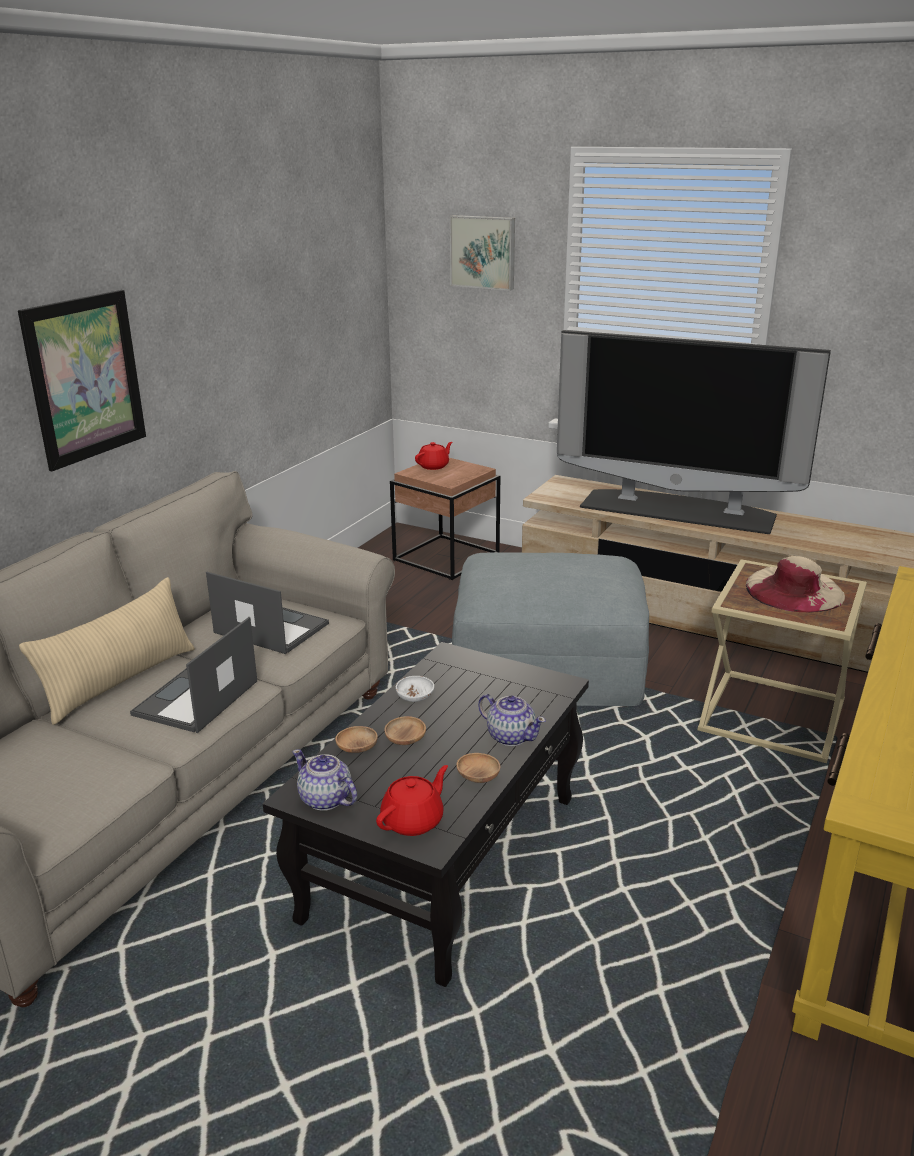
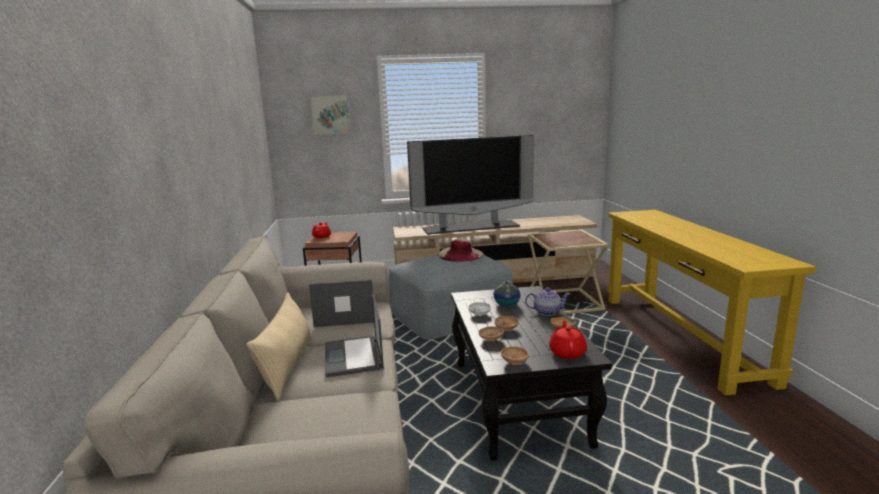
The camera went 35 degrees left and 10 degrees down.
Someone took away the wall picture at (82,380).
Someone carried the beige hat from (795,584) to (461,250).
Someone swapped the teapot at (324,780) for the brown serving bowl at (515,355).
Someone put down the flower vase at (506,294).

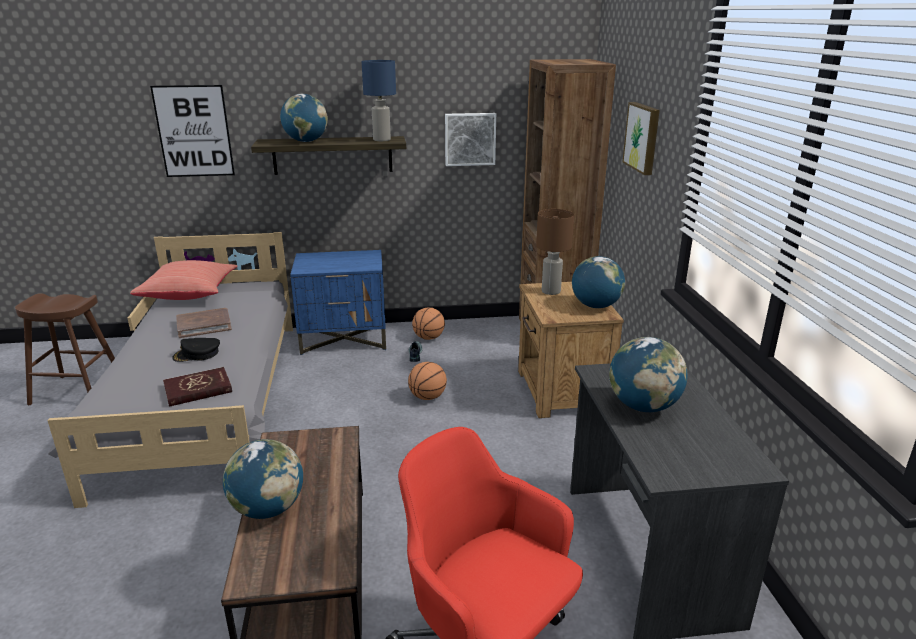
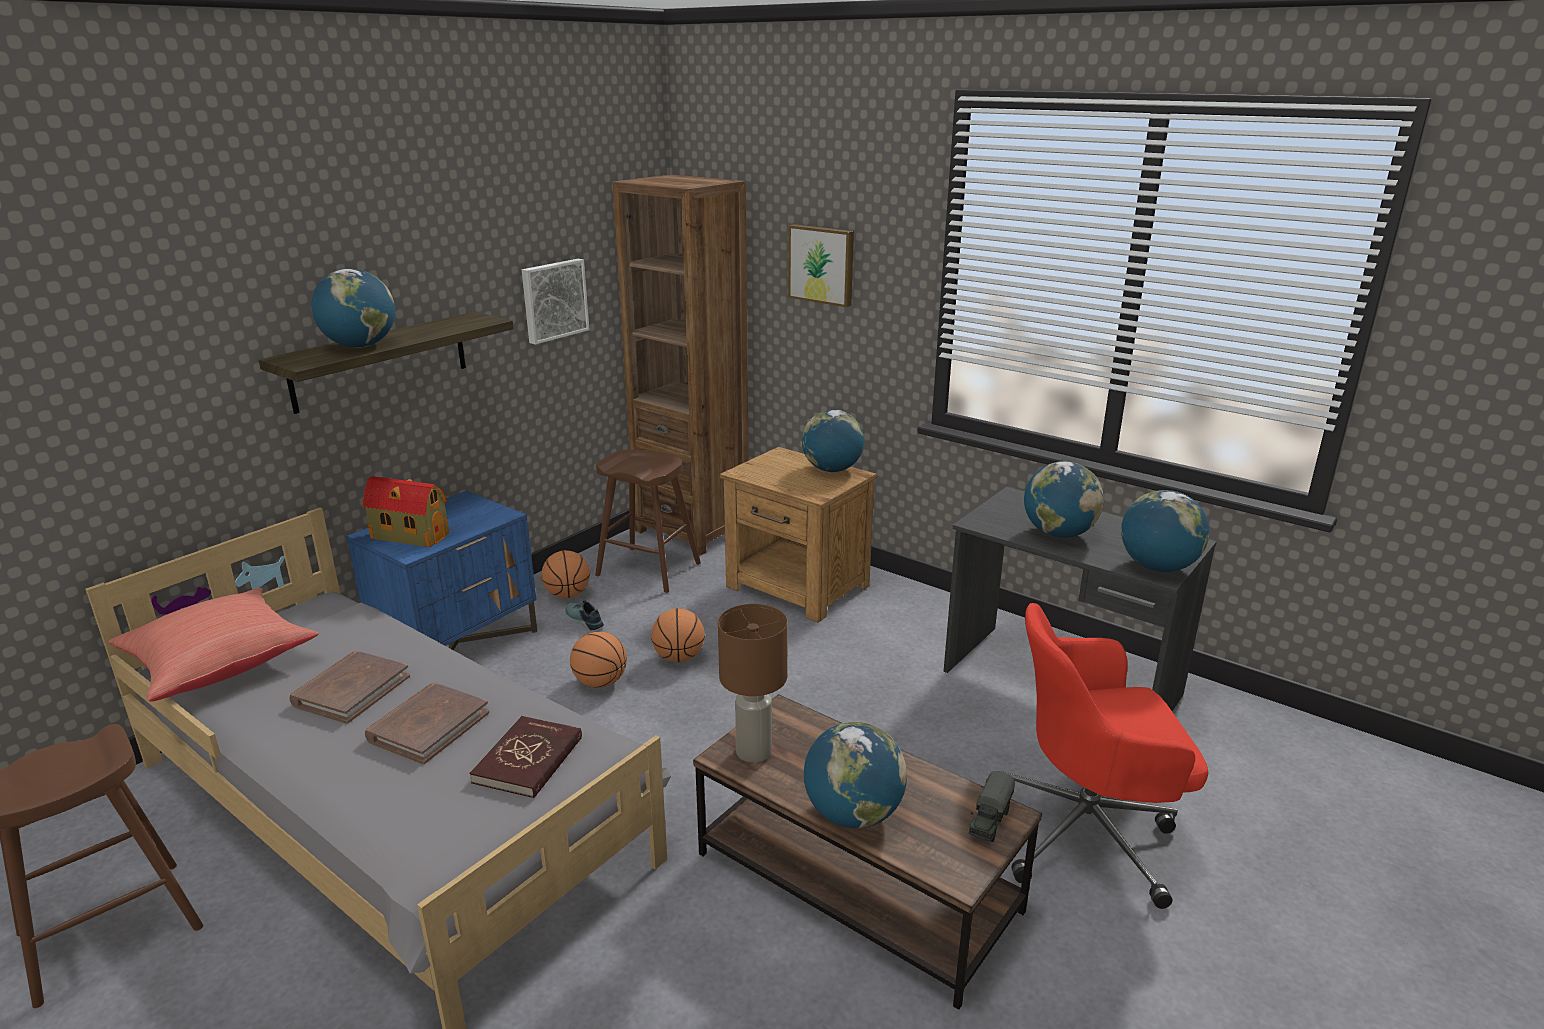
The camera went 45 degrees left and 0 degrees up.
Someone took away the bluish tabletop lamp at (379,100).
Someone took away the wall picture at (192,131).
Someone carried the brown tabletop lamp from (555,252) to (753,683).
Someone swapped the black-coloured cap at (196,350) for the brown book at (427,723).
Someone put down the brown sitting stool at (648,521).
Someone put down the toy house at (406,511).
Someone put down the globe at (1165,531).
Someone put down the ball for basketball at (598,660).
Someone put down the toy truck at (992,806).

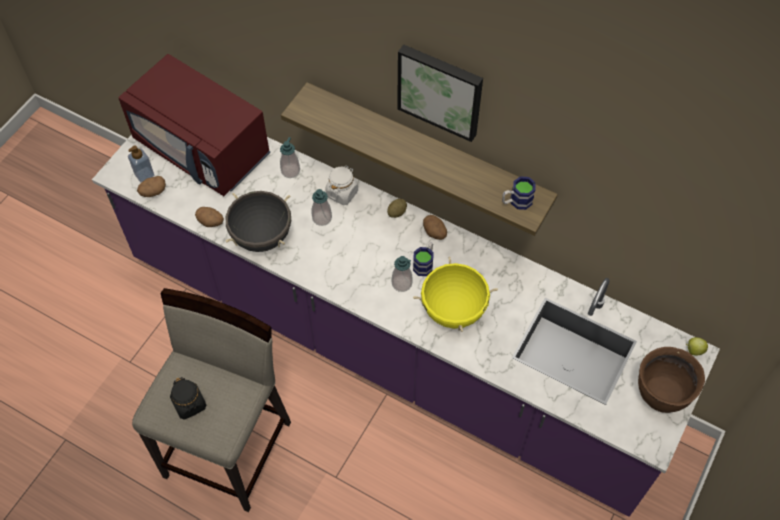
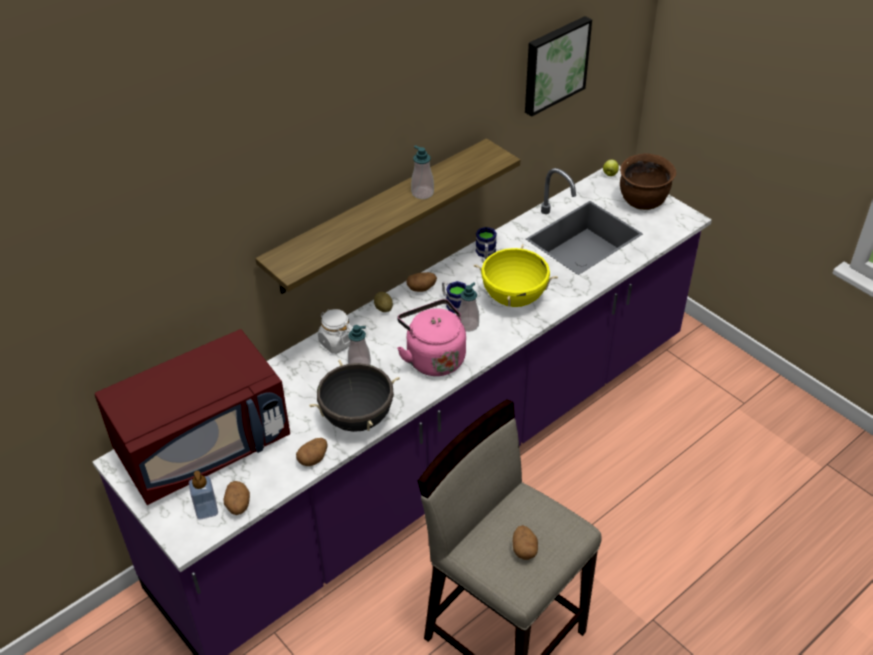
The camera went 70 degrees left and 15 degrees down.
Someone carried the wall picture from (440,93) to (558,66).
Someone carried the soap bottle from (290,157) to (422,172).
Someone carried the coffee mug from (519,193) to (486,243).
Someone swapped the black-coloured storage jar at (188,398) for the whole potato at (525,542).
Someone put down the pink-coloured tea kettle at (431,337).

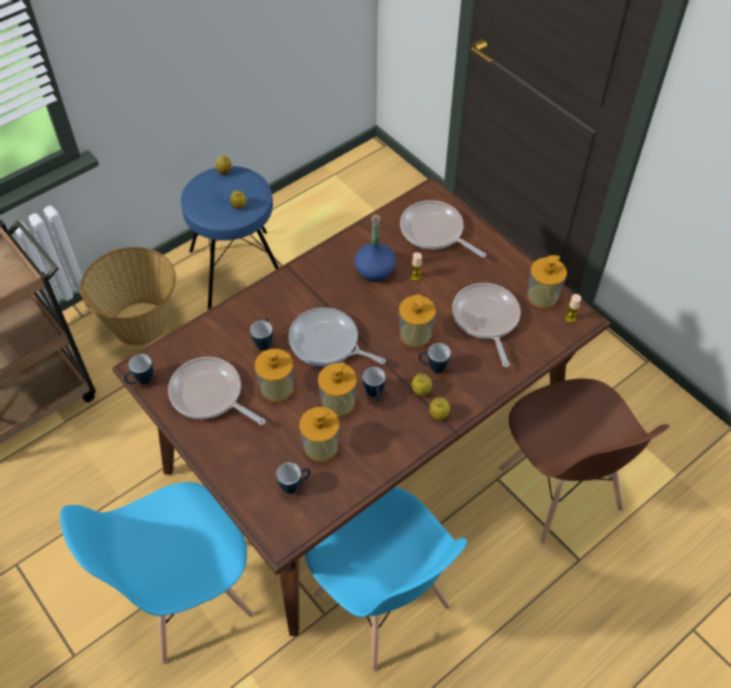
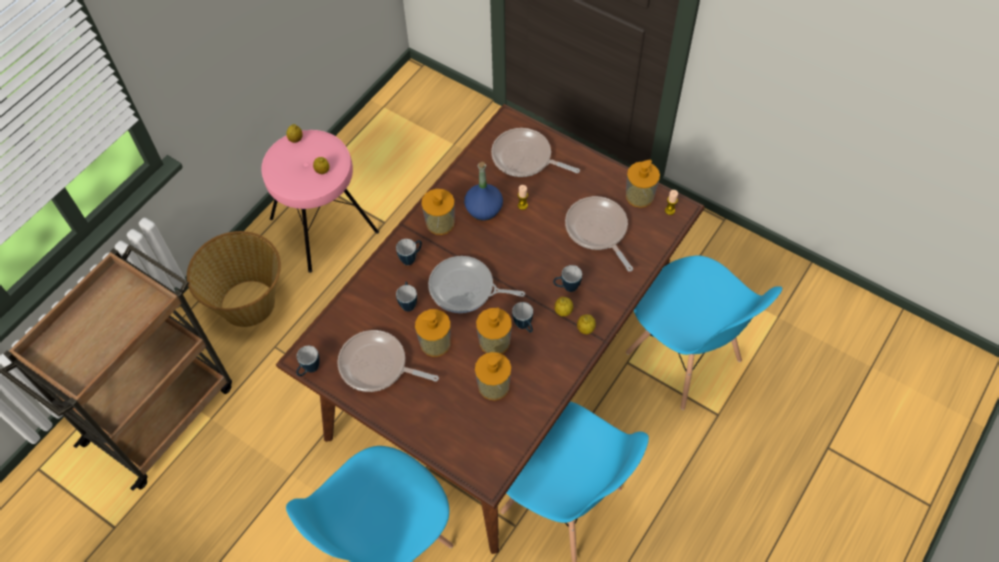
The camera went 15 degrees left and 5 degrees up.
Someone repainted the bluish sitting stool at (230,238), which became the pink-coloured sitting stool at (320,201).
Someone carried the soap bottle from (417,320) to (438,212).
Someone repainted the brown chair at (584,461), which became the bluish chair at (704,333).
Someone carried the coffee mug from (293,478) to (409,252).

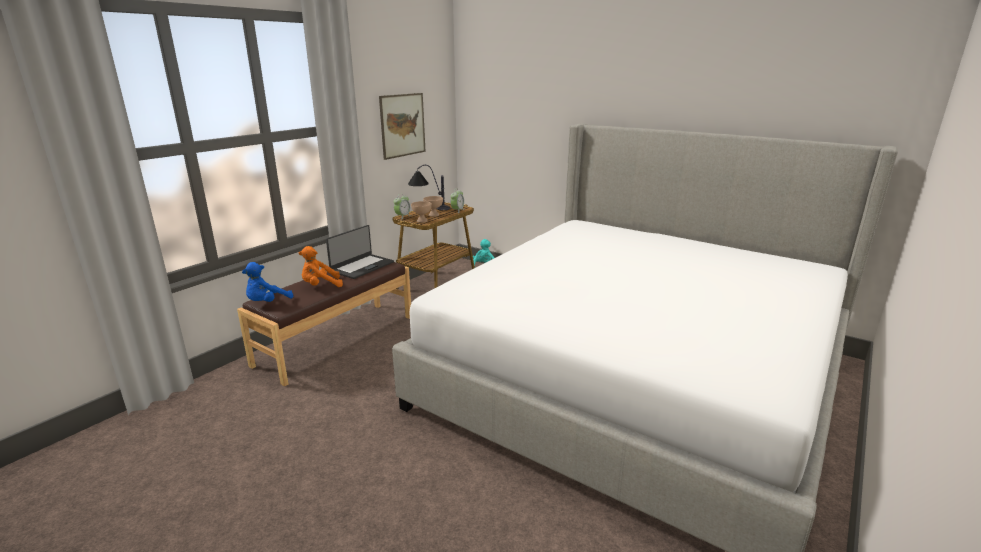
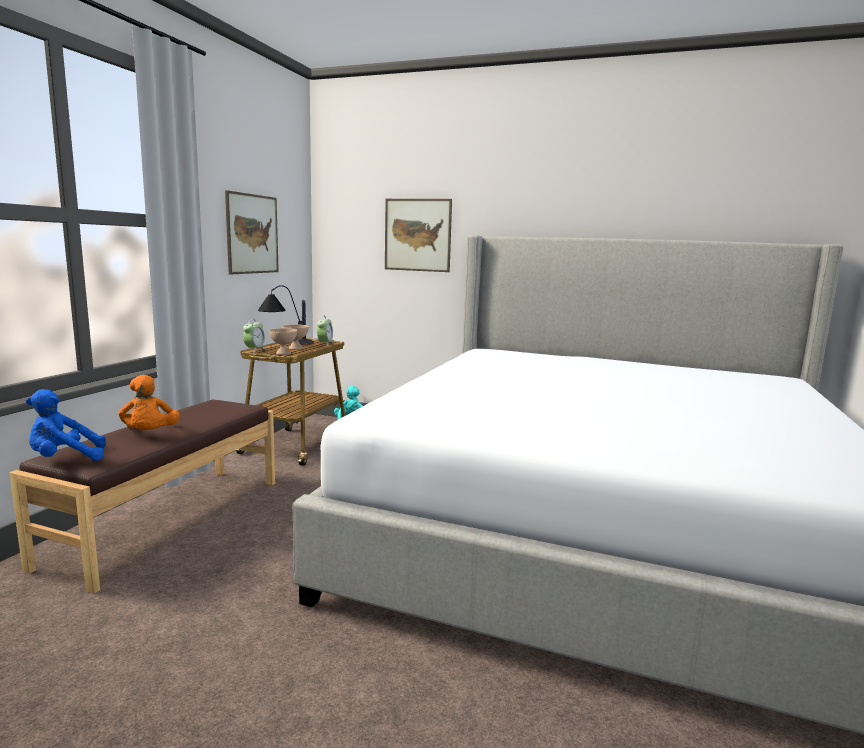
The camera went 15 degrees left and 10 degrees down.
Someone took away the laptop at (360,252).
Someone rotated the orangey soft toy at (321,266) by 75 degrees counterclockwise.
Someone rotated the bluish soft toy at (267,282) by 45 degrees clockwise.
Someone put up the wall picture at (418,235).

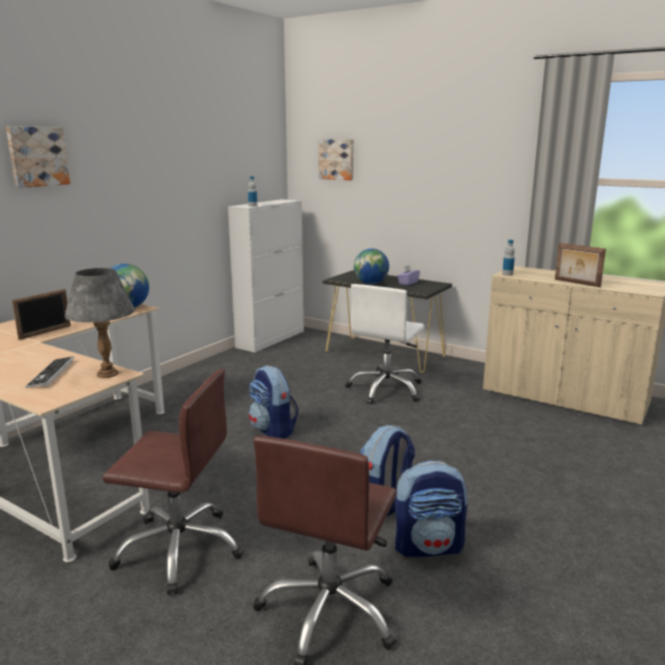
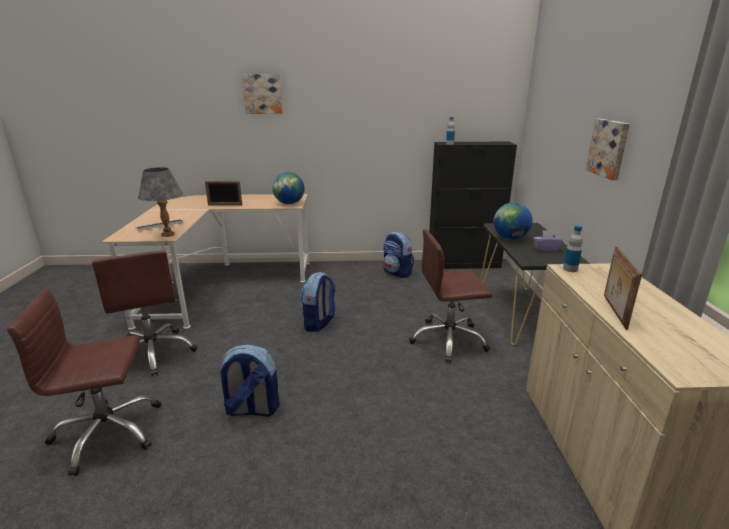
The camera went 55 degrees right and 5 degrees up.
Someone carried the wall picture from (336,159) to (608,149).
Someone repainted the white-coloured cabinet at (266,276), which became the black-coloured cabinet at (473,205).
Someone repainted the white-coloured computer chair at (385,344), which became the brown computer chair at (450,296).
Someone carried the rucksack from (431,508) to (398,254).

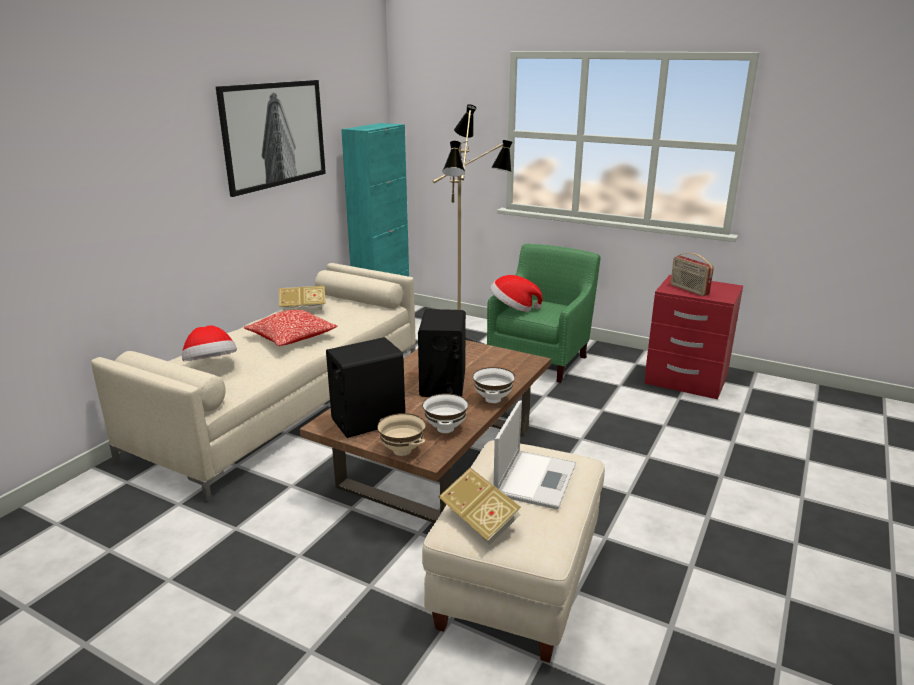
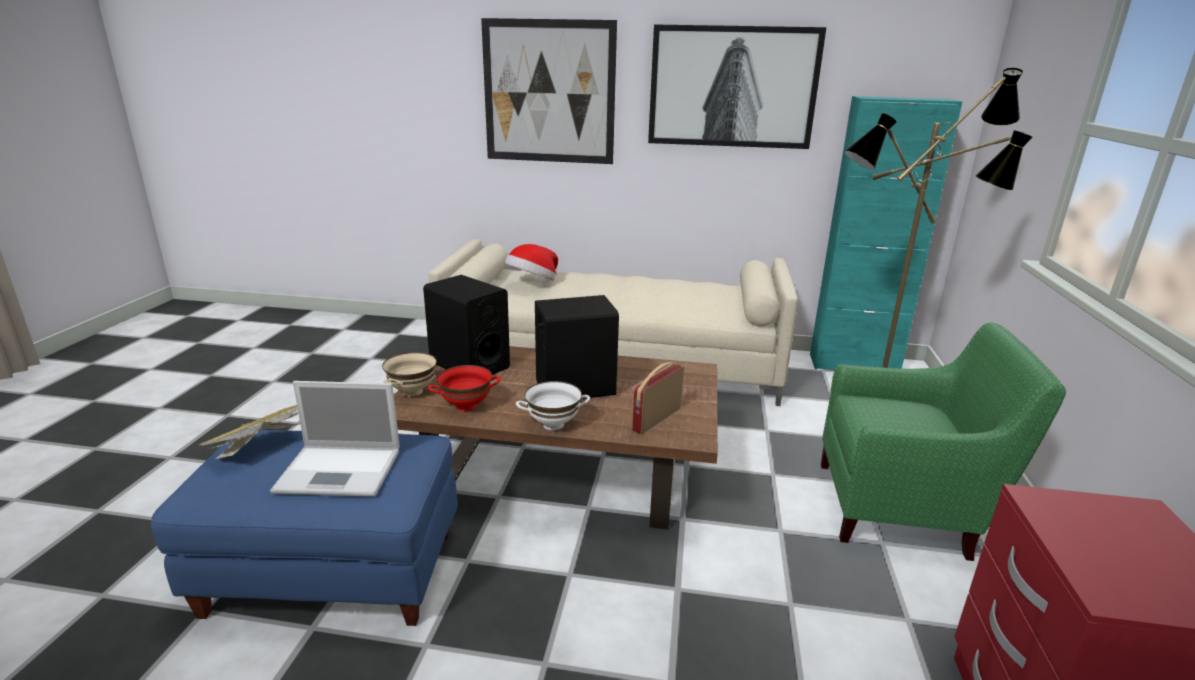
The camera went 70 degrees right and 0 degrees up.
Someone carried the radio from (692,274) to (657,398).
Someone took away the hat at (516,293).
Someone took away the book at (302,298).
Someone took away the pillow at (290,328).
Someone repainted the white-coloured serving bowl at (445,413), which became the red serving bowl at (464,388).
Someone repainted the beige ottoman at (513,551), which became the bluish ottoman at (304,528).
Someone put up the wall picture at (549,91).

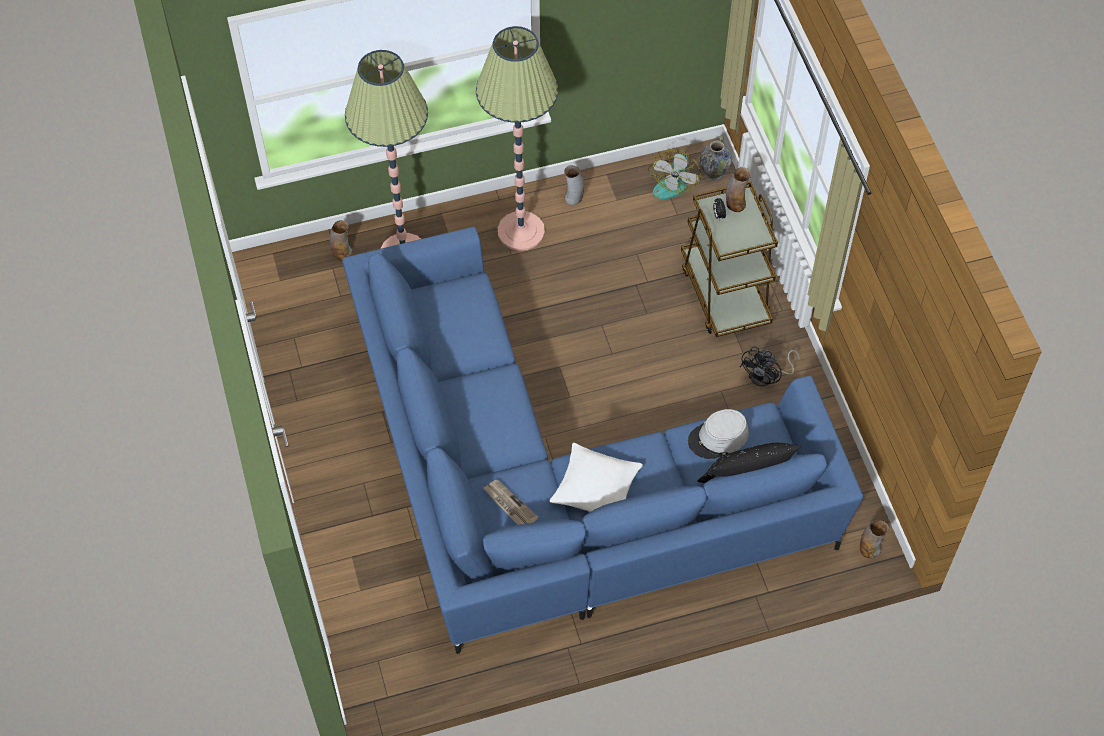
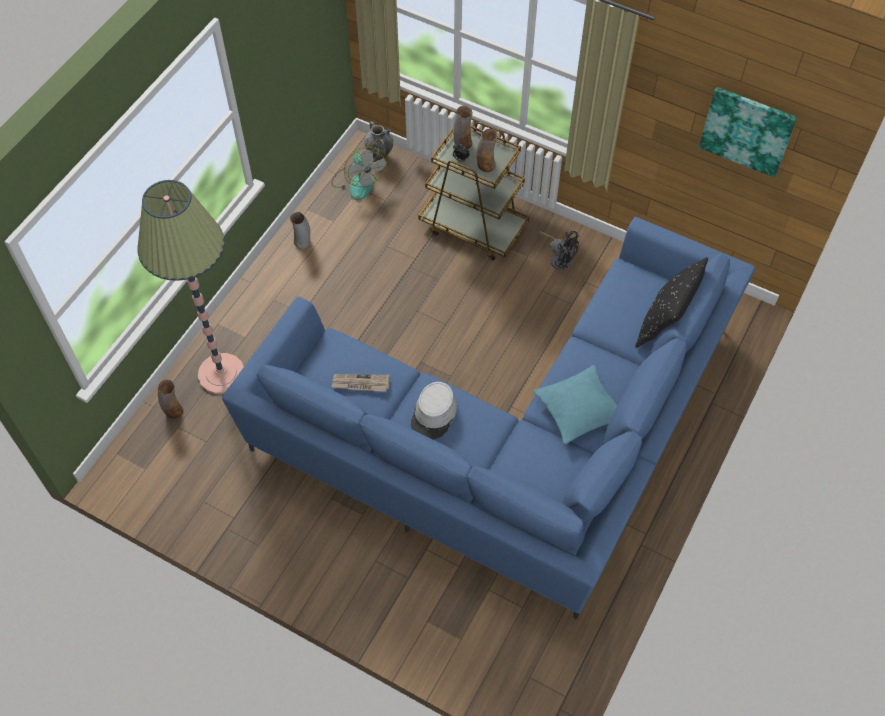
The camera went 45 degrees left and 0 degrees up.
Someone took away the floor lamp at (517,138).
Someone rotated the black-coloured cooling fan at (770,366) by 45 degrees counterclockwise.
Someone carried the gray hat from (718,434) to (434,410).
Someone repainted the white-coloured pillow at (596,477), which became the turquoise-coloured pillow at (575,404).
Someone carried the printed paper from (511,502) to (361,383).
Someone carried the flower vase from (874,539) to (487,150).
Someone put up the wall picture at (748,132).

